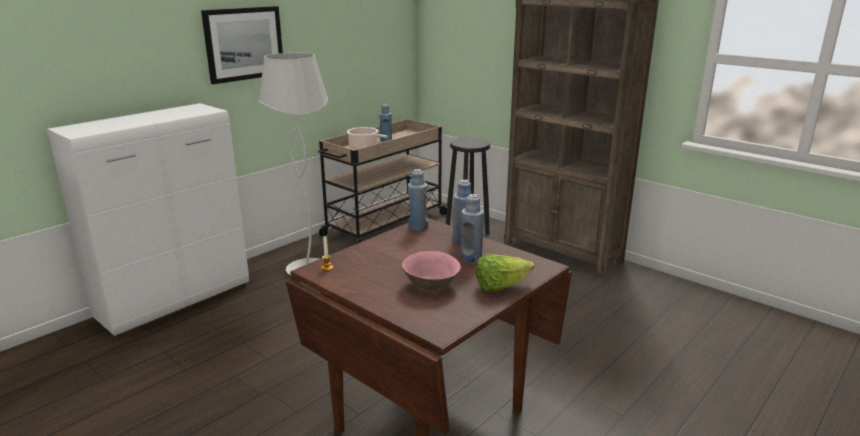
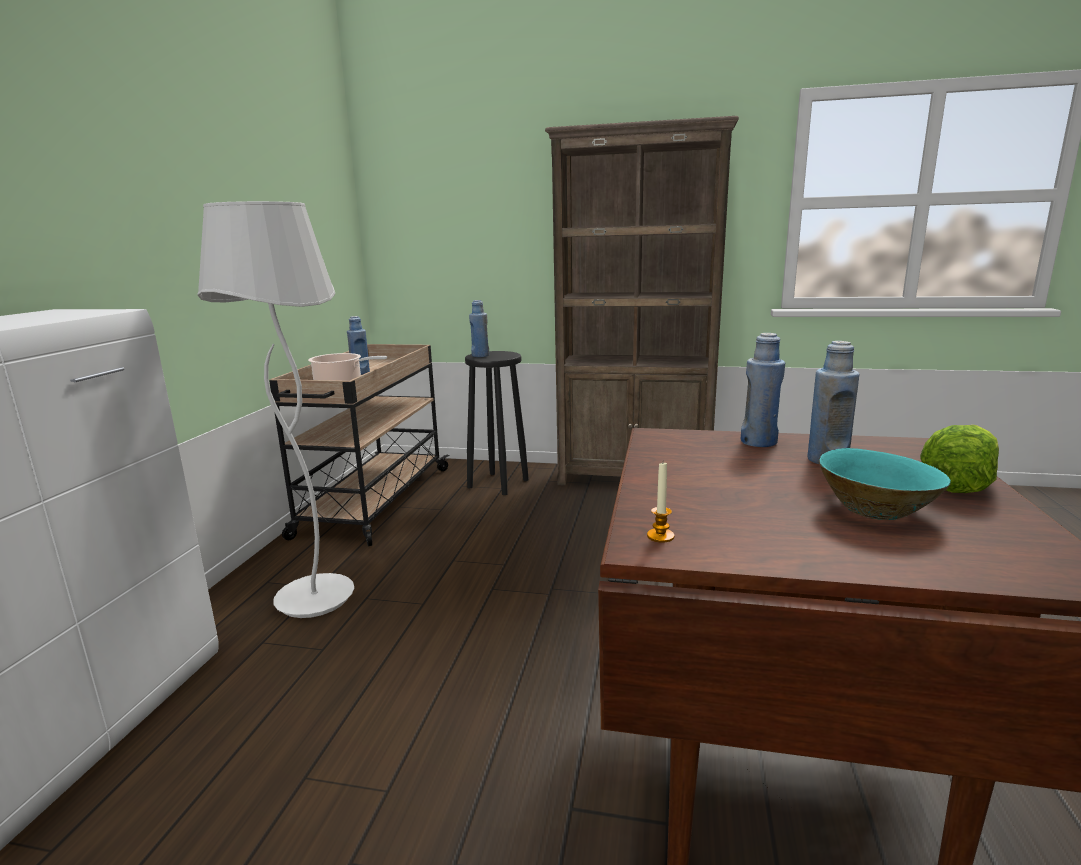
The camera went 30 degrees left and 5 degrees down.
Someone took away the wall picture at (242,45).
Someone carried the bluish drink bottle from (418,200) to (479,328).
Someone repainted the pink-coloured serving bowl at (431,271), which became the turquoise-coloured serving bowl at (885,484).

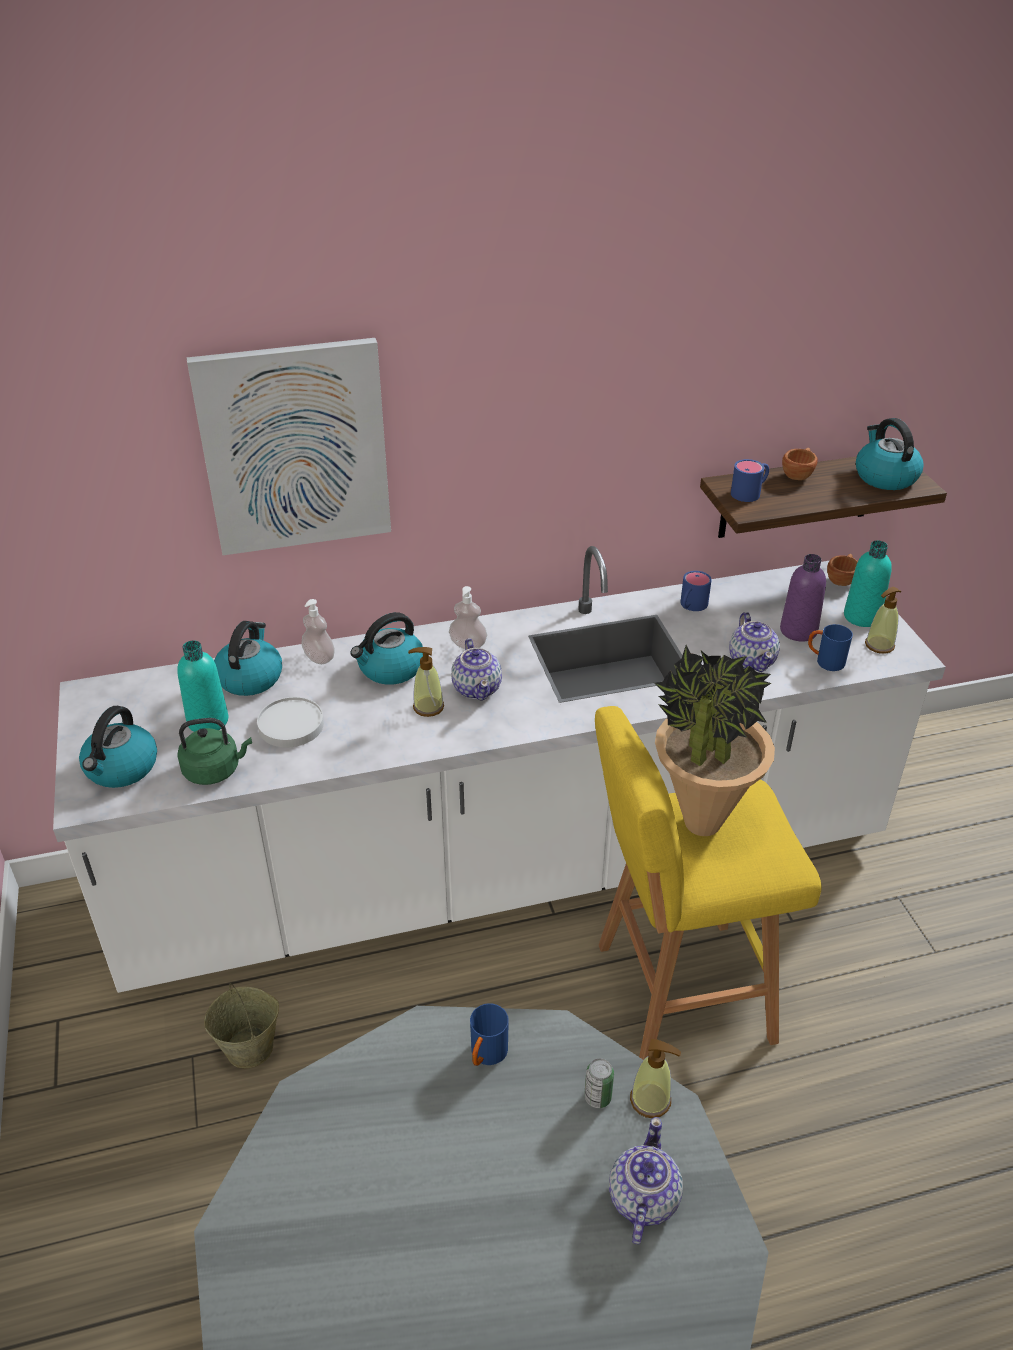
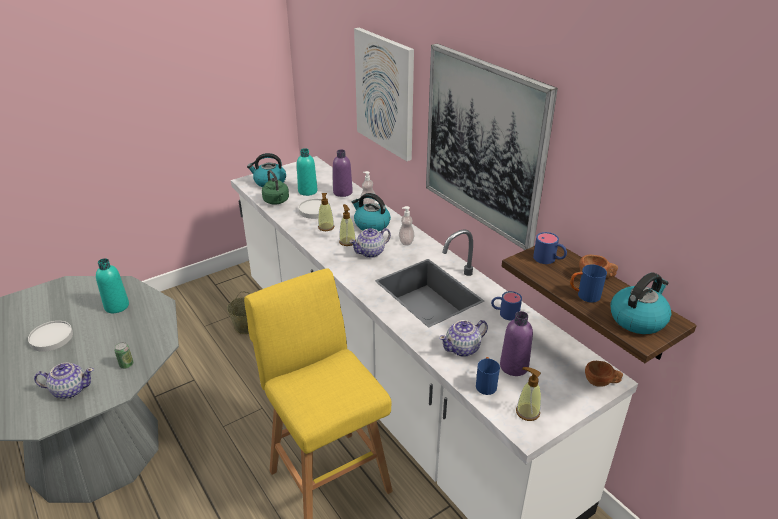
The camera went 70 degrees right and 5 degrees down.
Someone carried the turquoise-coloured drink bottle from (868,583) to (112,285).
Someone swapped the tea kettle at (248,658) for the purple-coloured drink bottle at (343,173).
Someone took away the potted plant at (714,740).
Someone carried the bluish coffee mug from (489,1034) to (588,283).
Someone carried the soap bottle from (655,1078) to (326,212).
Someone put up the wall picture at (492,147).
Someone put down the white-coloured dinner plate at (50,336).

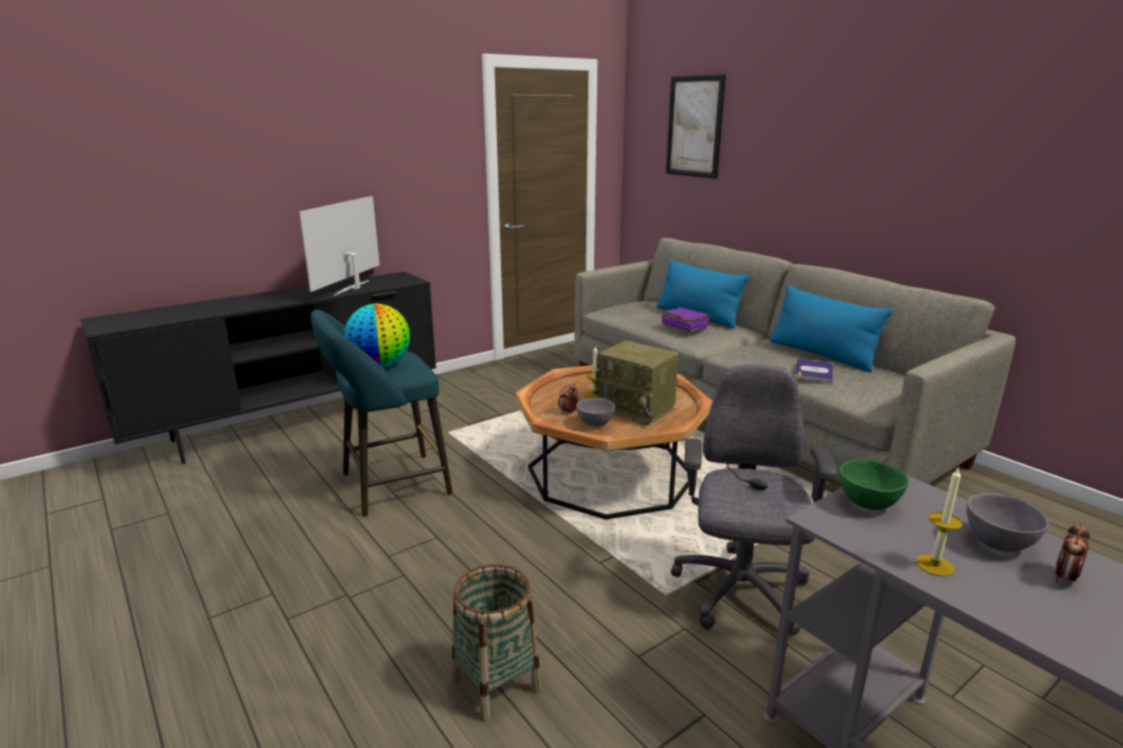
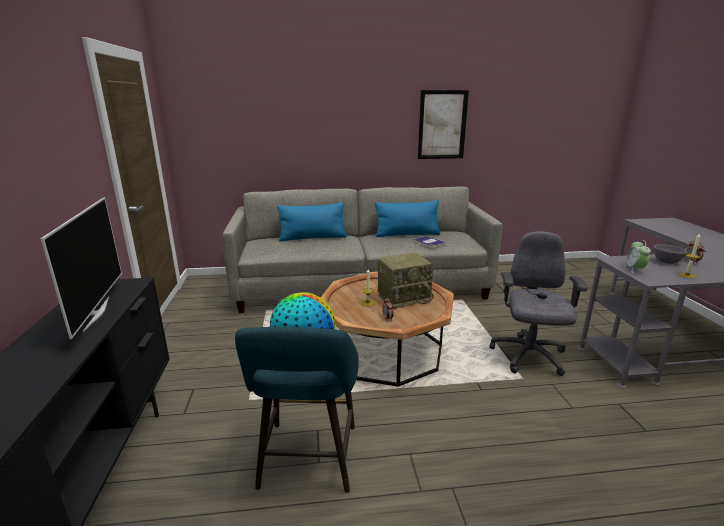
The camera went 60 degrees left and 0 degrees up.
Someone carried the wall picture from (696,126) to (443,124).
Someone rotated the TV at (339,246) by 150 degrees counterclockwise.
Someone took away the purple-coloured book at (686,319).
Someone rotated the gray computer chair at (754,500) by 60 degrees clockwise.
Someone took away the gray serving bowl at (595,412).
Someone swapped the green-coloured serving bowl at (874,484) for the table clock at (637,256).
Someone took away the basket at (497,643).

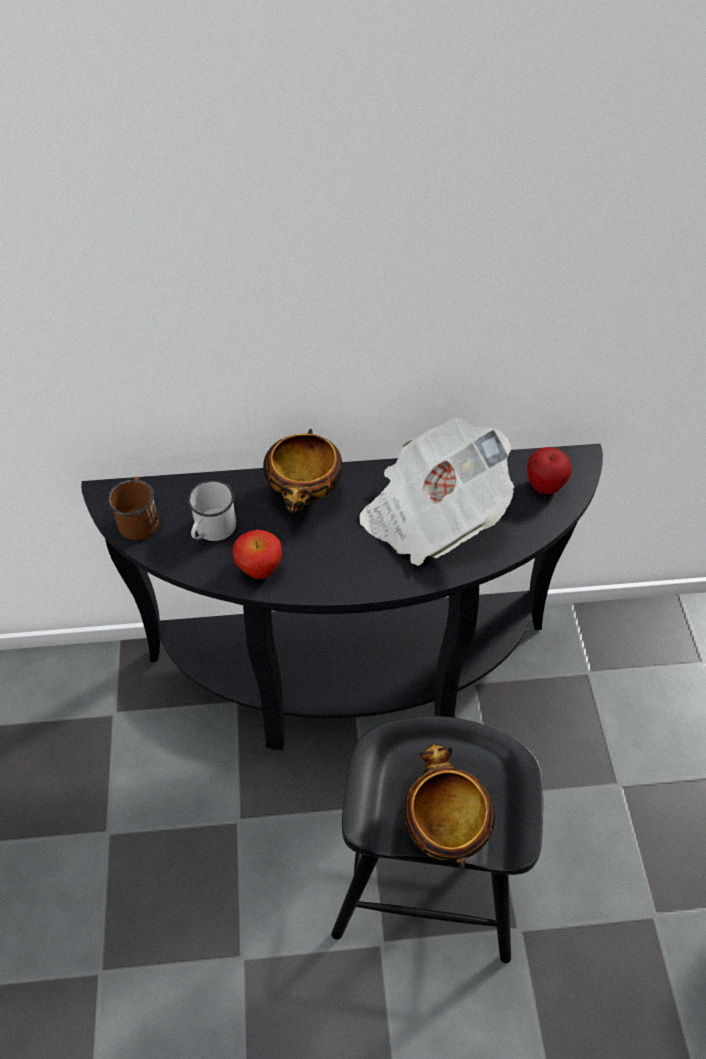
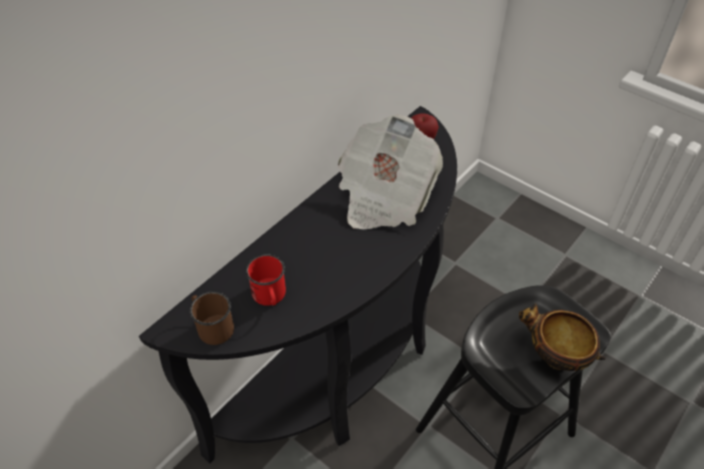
The camera went 45 degrees left and 5 degrees down.
Someone took away the serving bowl at (303,471).
Someone repainted the white-coloured coffee mug at (212,510), which became the red coffee mug at (266,280).
Someone took away the apple fruit at (257,554).

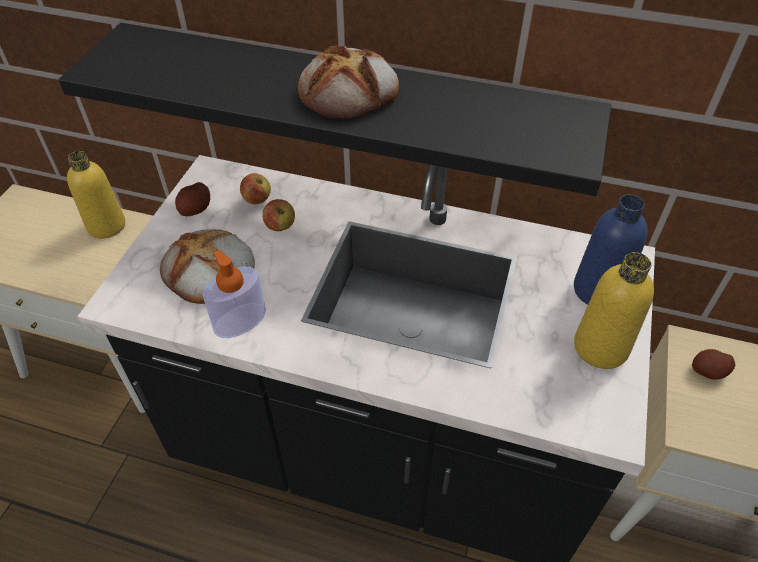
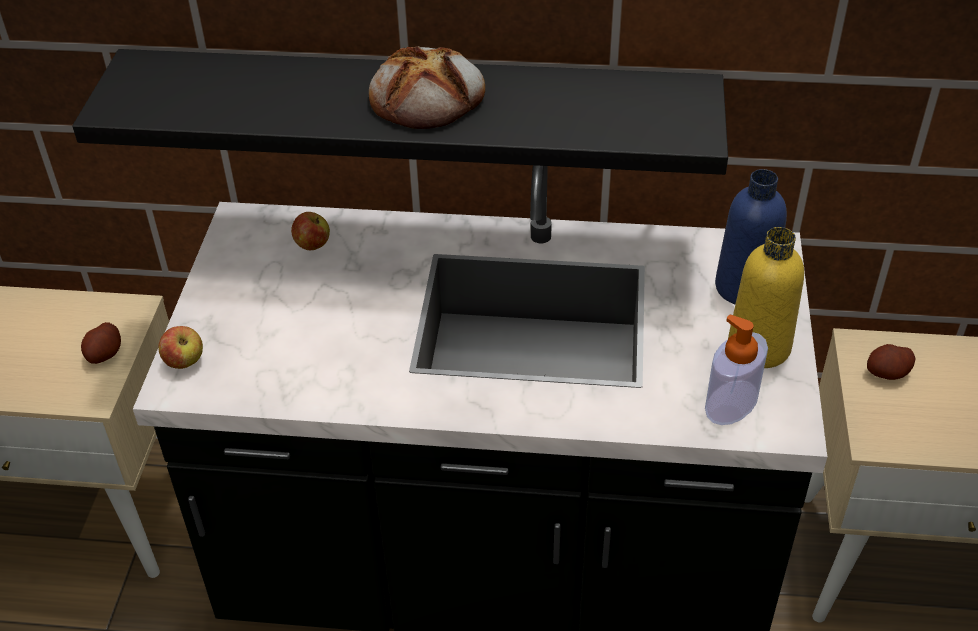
The camera went 10 degrees left and 5 degrees down.
Someone took away the yellow-coloured drink bottle at (96,195).
Someone carried the whole potato from (192,199) to (101,343).
Someone carried the apple fruit from (278,215) to (180,347).
Someone took away the bread at (207,266).
Someone carried the soap bottle from (234,294) to (736,369).

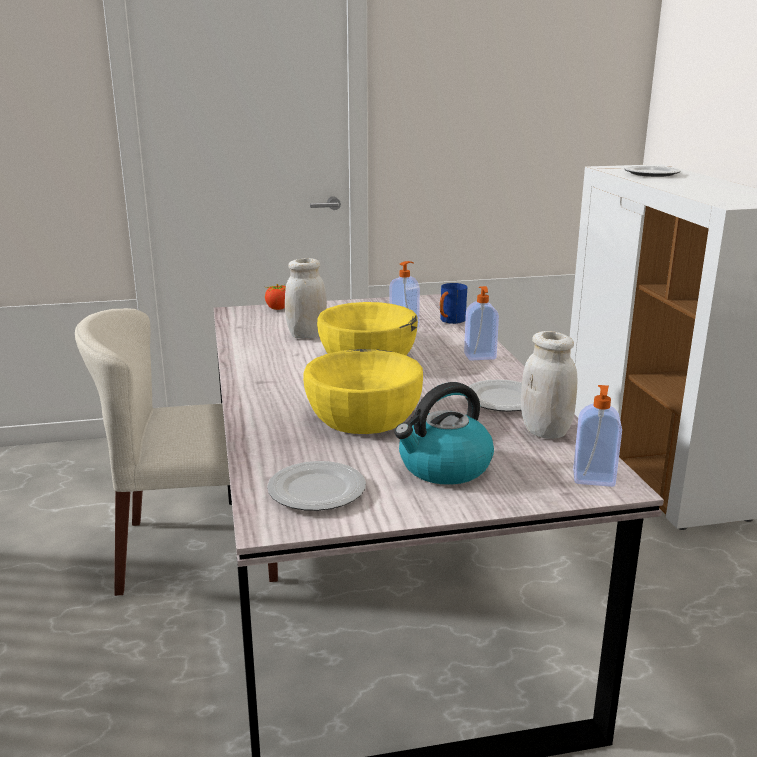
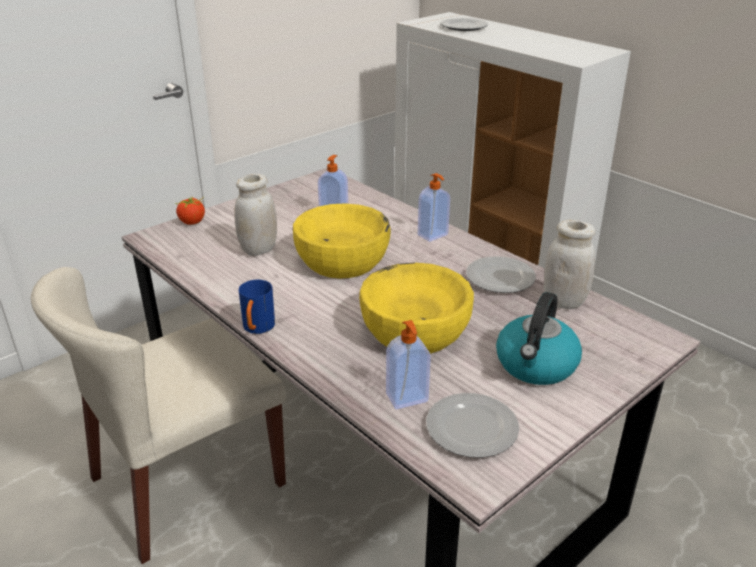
The camera went 30 degrees left and 10 degrees up.
Someone carried the bluish coffee mug from (453,303) to (257,307).
Someone carried the soap bottle from (597,436) to (408,364).

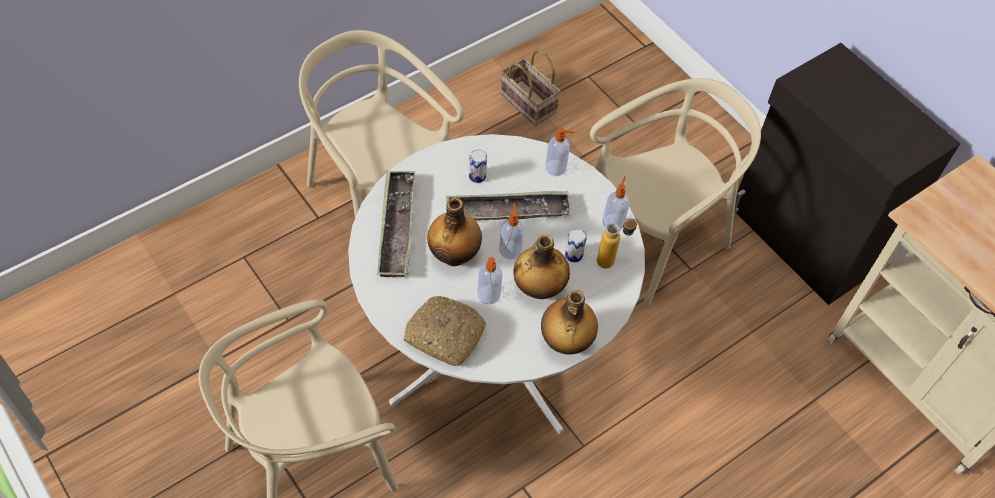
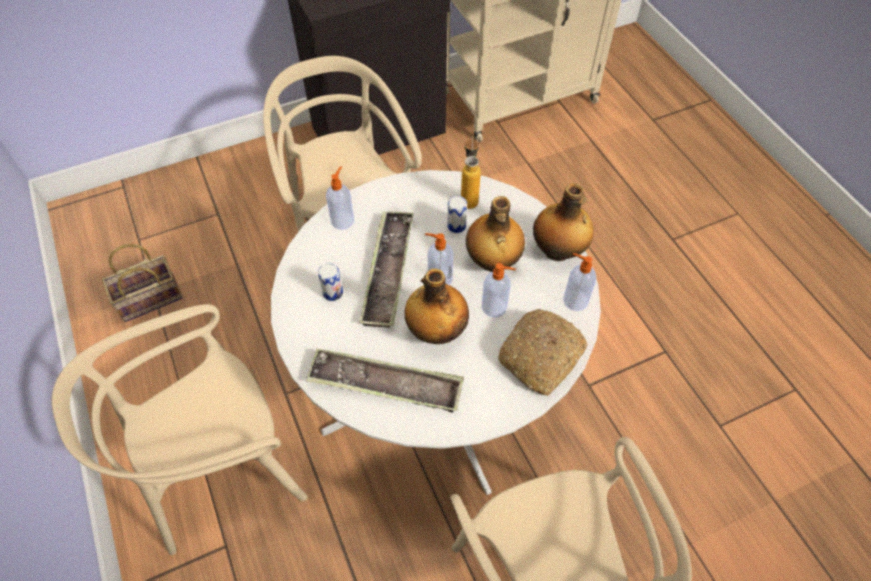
The camera went 75 degrees left and 0 degrees up.
Someone carried the soap bottle from (616,203) to (579,282).

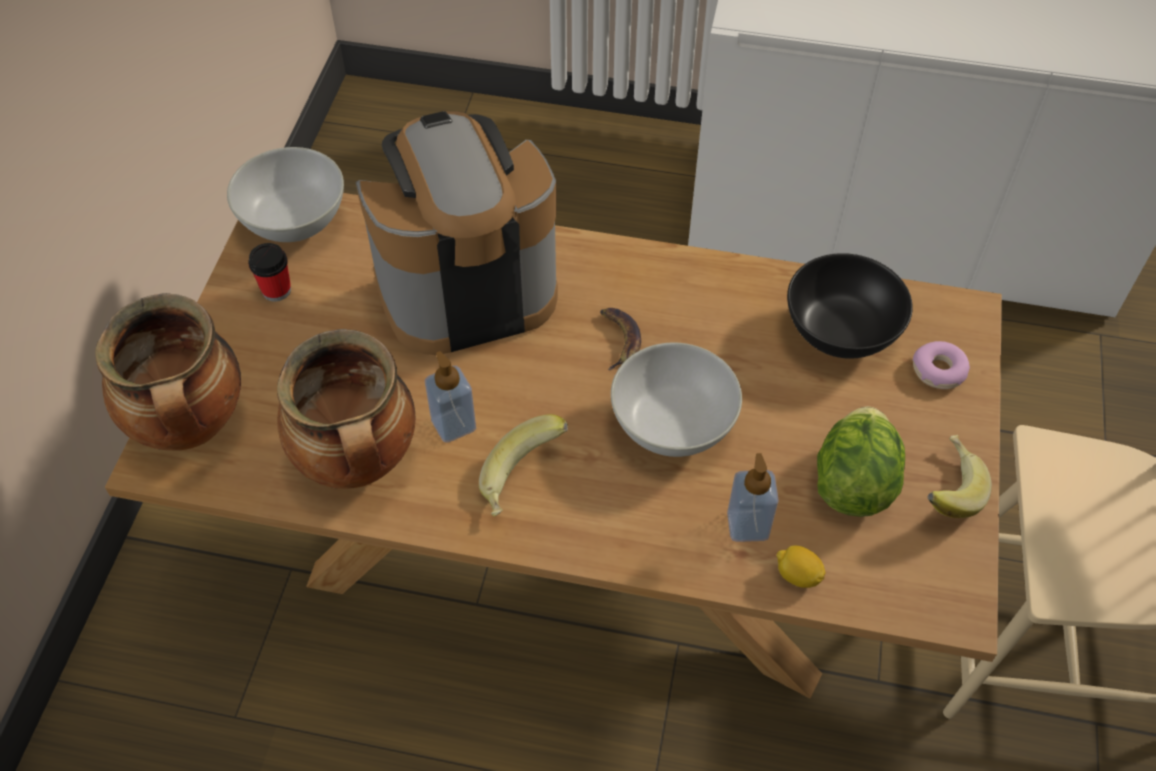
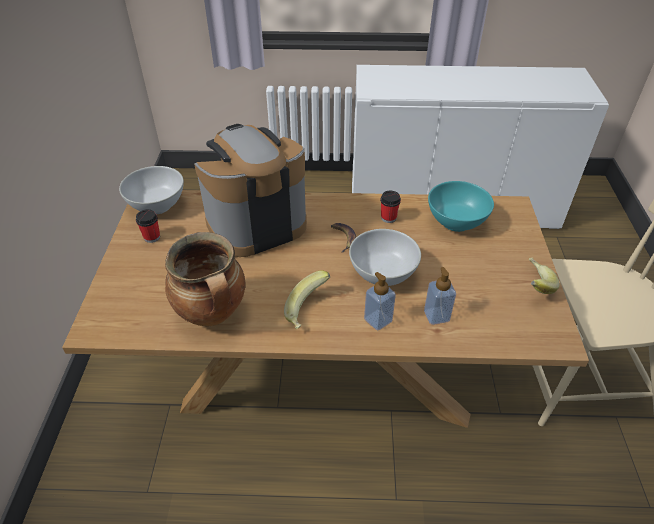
The camera went 10 degrees left and 10 degrees down.
Someone repainted the black-coloured serving bowl at (850,306), which became the turquoise-coloured serving bowl at (461,206).
Someone took away the saucepot at (168,372).
Someone took away the ring doughnut at (941,365).
Someone carried the soap bottle from (450,397) to (380,301).
Someone took away the head of lettuce at (861,462).
Someone took away the lemon at (801,566).
Someone put down the small cup at (390,207).

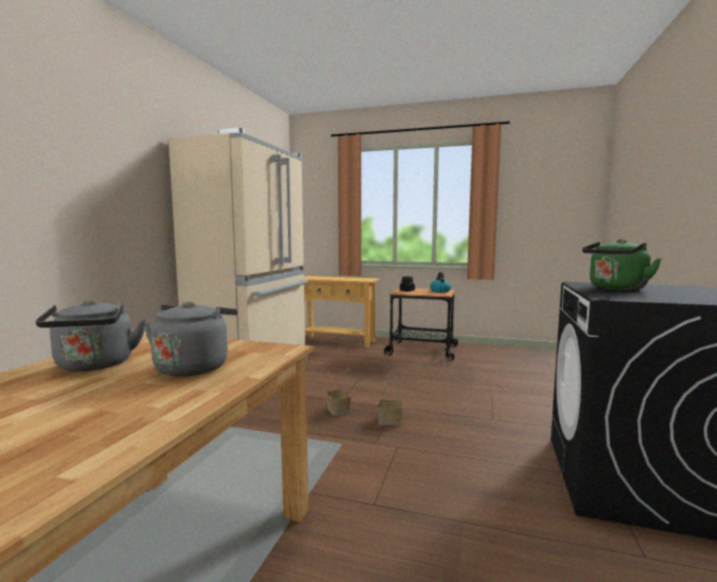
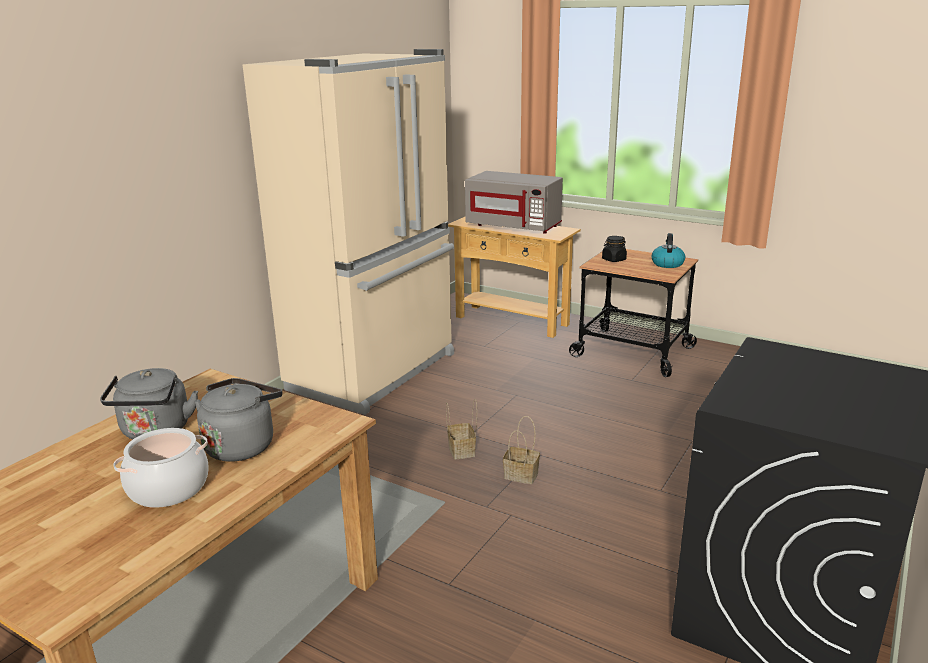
The camera went 15 degrees right and 15 degrees up.
Someone took away the green-coloured tea kettle at (621,264).
Someone put down the gray microwave oven at (514,202).
Someone put down the saucepot at (161,468).

